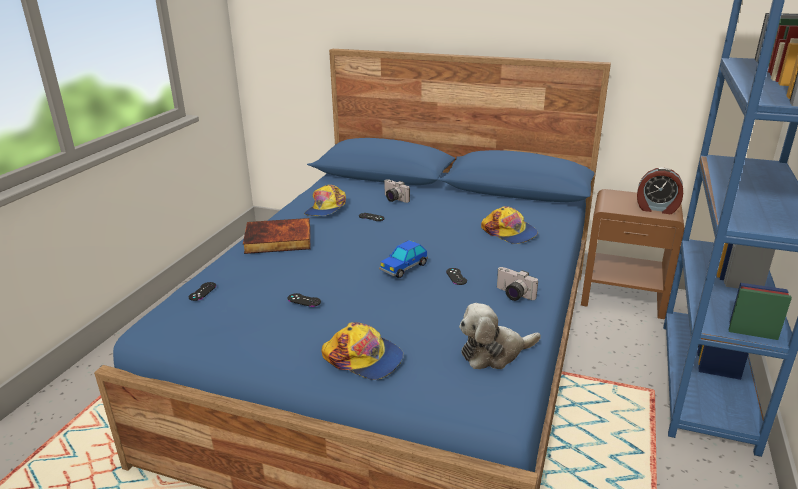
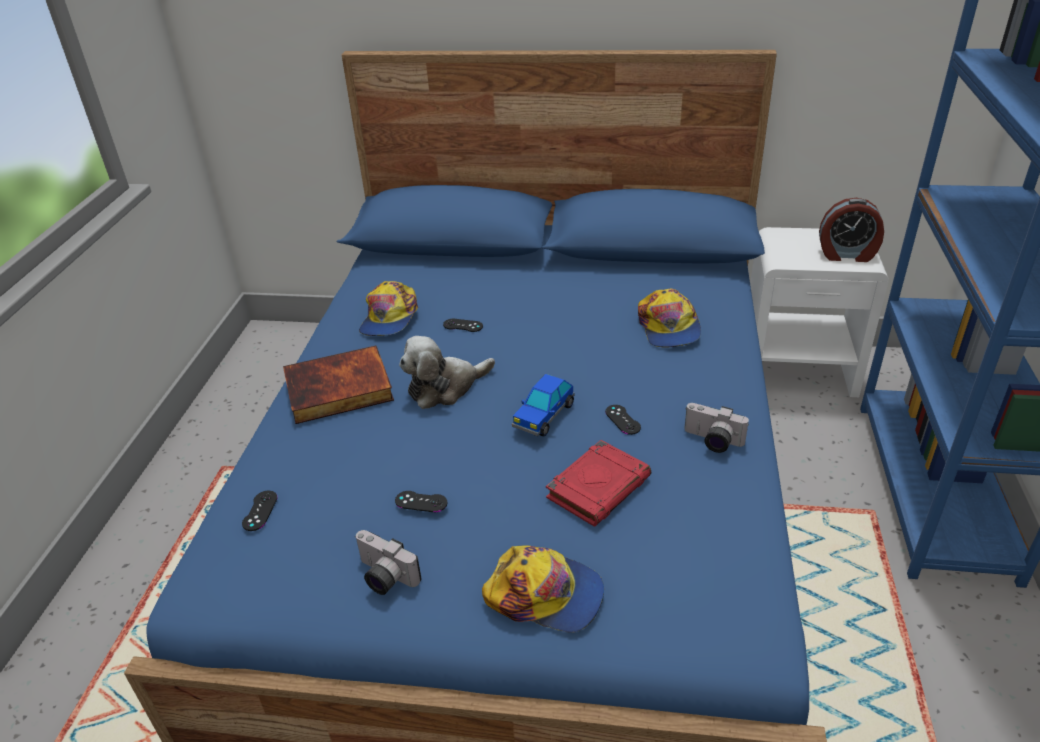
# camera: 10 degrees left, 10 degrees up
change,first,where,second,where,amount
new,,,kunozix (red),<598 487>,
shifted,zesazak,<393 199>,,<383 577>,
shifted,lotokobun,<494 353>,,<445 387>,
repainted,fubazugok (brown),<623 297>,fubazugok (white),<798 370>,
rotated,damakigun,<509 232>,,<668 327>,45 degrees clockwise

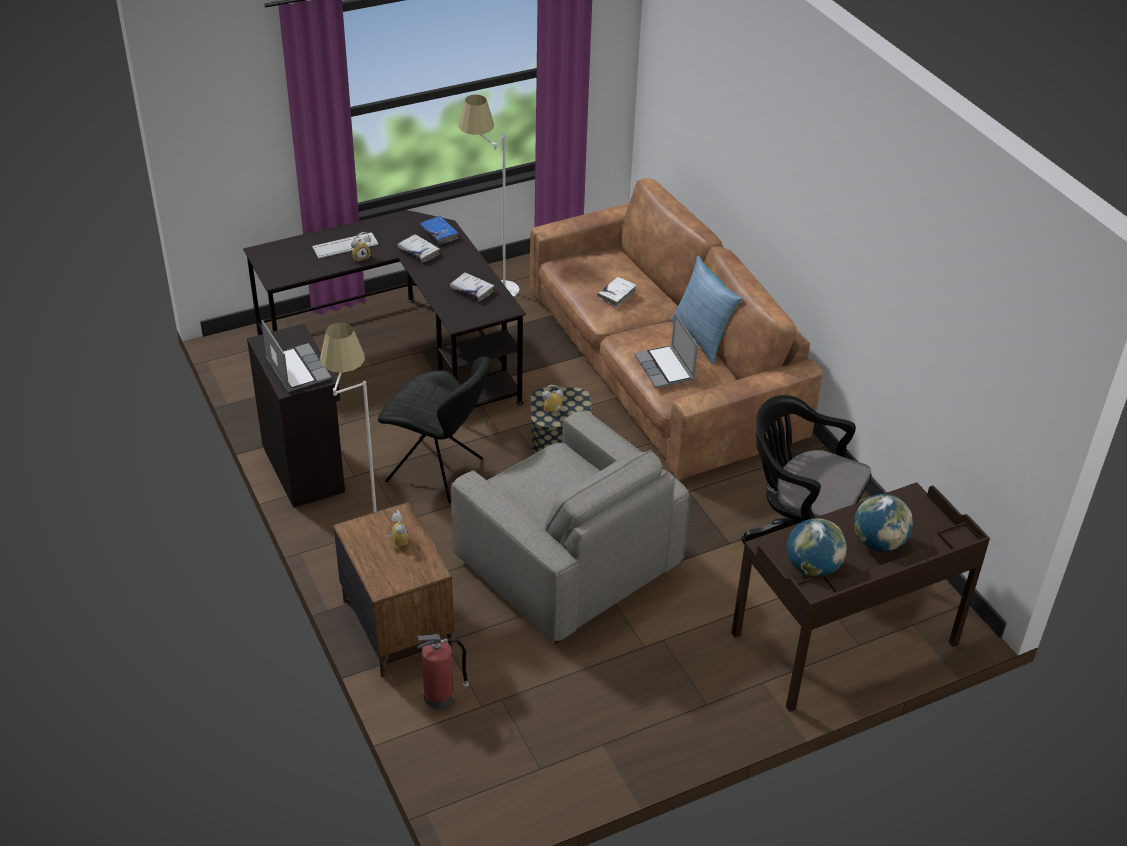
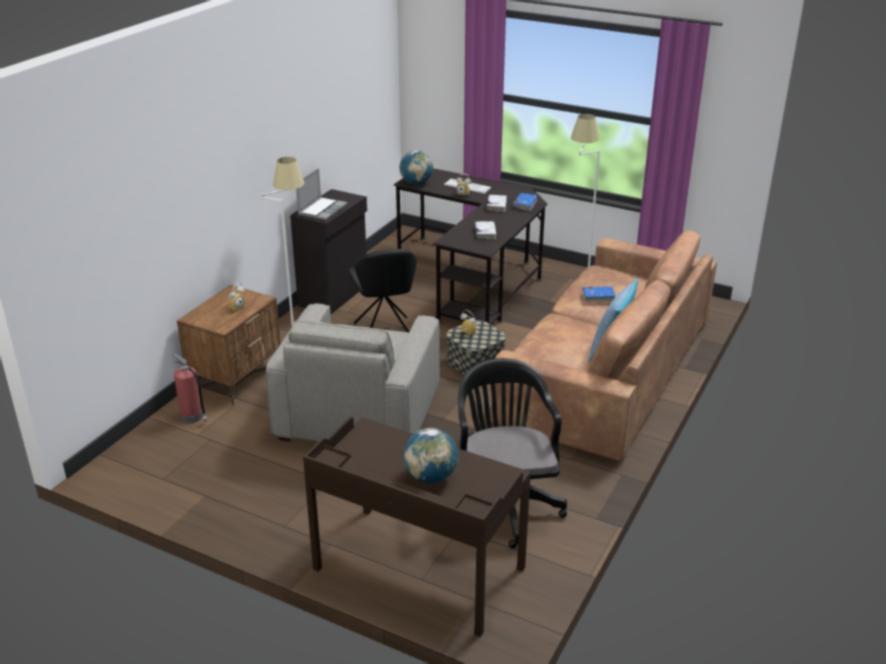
# camera: 55 degrees right, 10 degrees down
change,first,where,second,where,amount
gone,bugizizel,<665 368>,,,
shifted,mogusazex,<812 568>,,<416 183>,
repainted,kunozix (white),<617 295>,kunozix (blue),<598 297>,

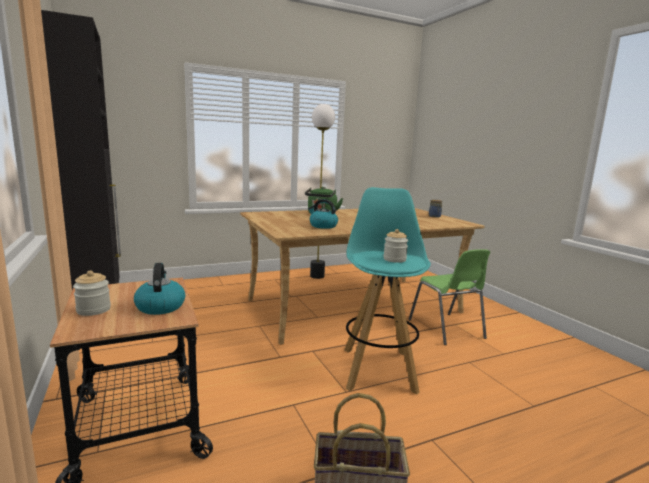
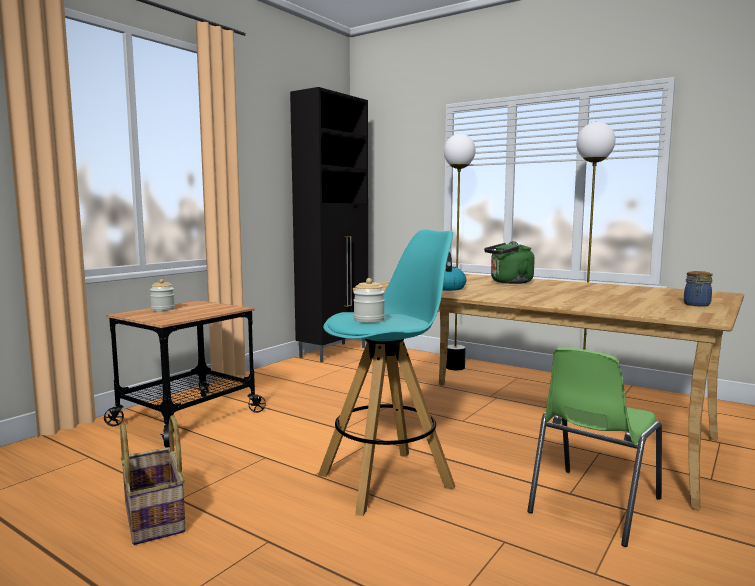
# camera: 60 degrees right, 5 degrees down
change,first,where,second,where,amount
gone,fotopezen,<160 306>,,,
new,,,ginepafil,<455 367>,

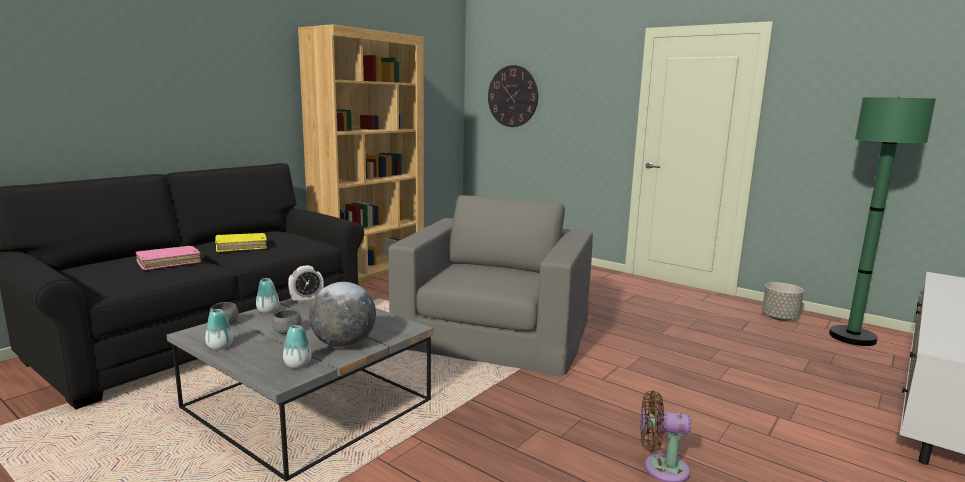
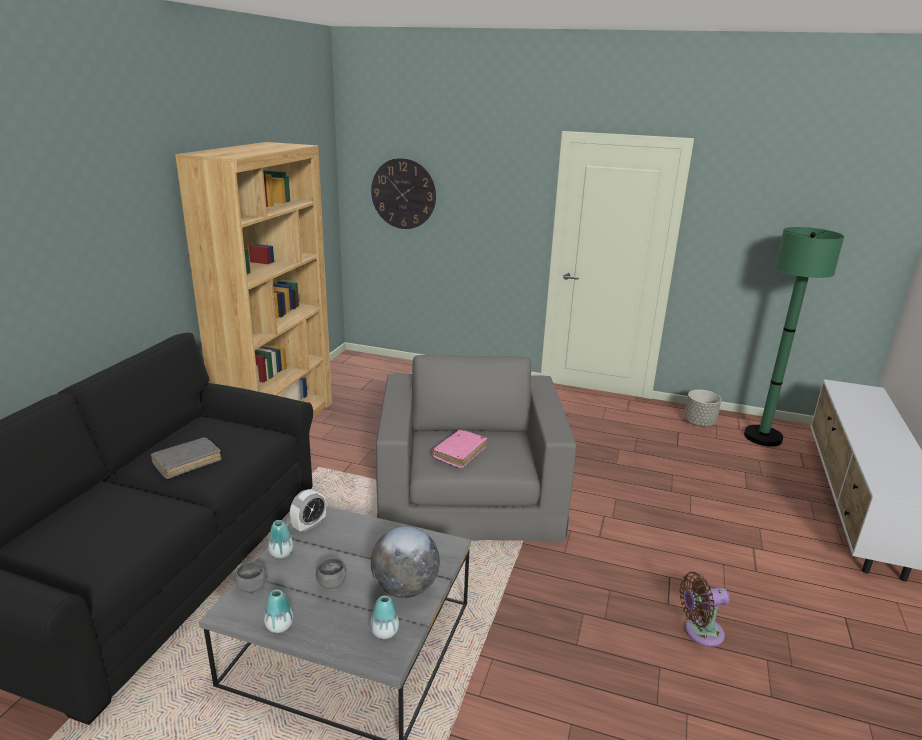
# camera: 20 degrees left, 10 degrees up
change,first,where,second,where,amount
shifted,kunozix (pink),<169 263>,,<460 453>,
repainted,kunozix (yellow),<241 247>,kunozix (grey),<187 462>,

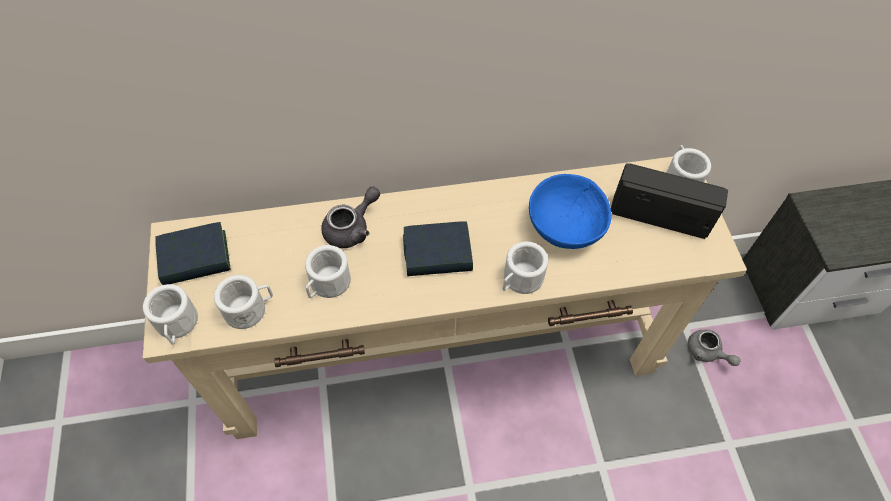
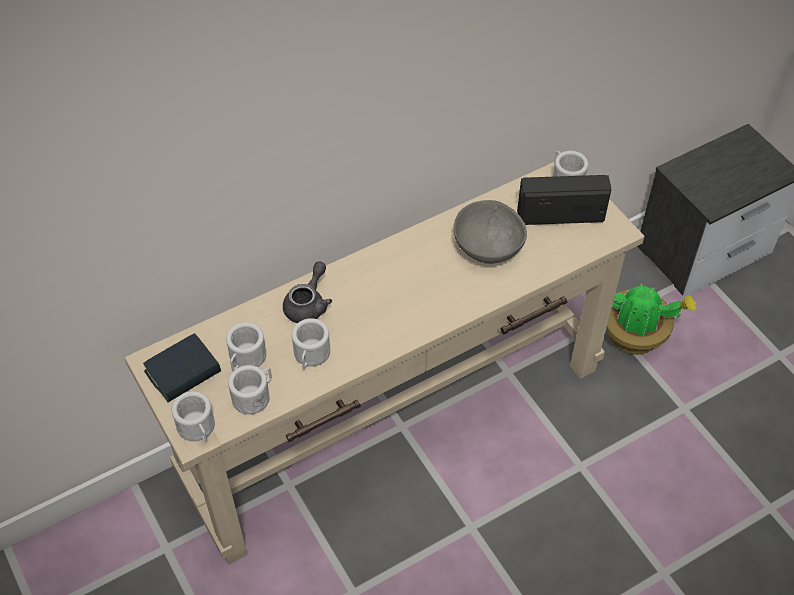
# camera: 20 degrees left, 5 degrees down
change,first,where,second,where,amount
gone,kunozix,<437 254>,,,
shifted,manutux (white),<519 280>,,<245 359>,
swapped,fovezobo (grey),<707 353>,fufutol,<636 337>,
repainted,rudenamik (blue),<564 227>,rudenamik (grey),<487 247>,

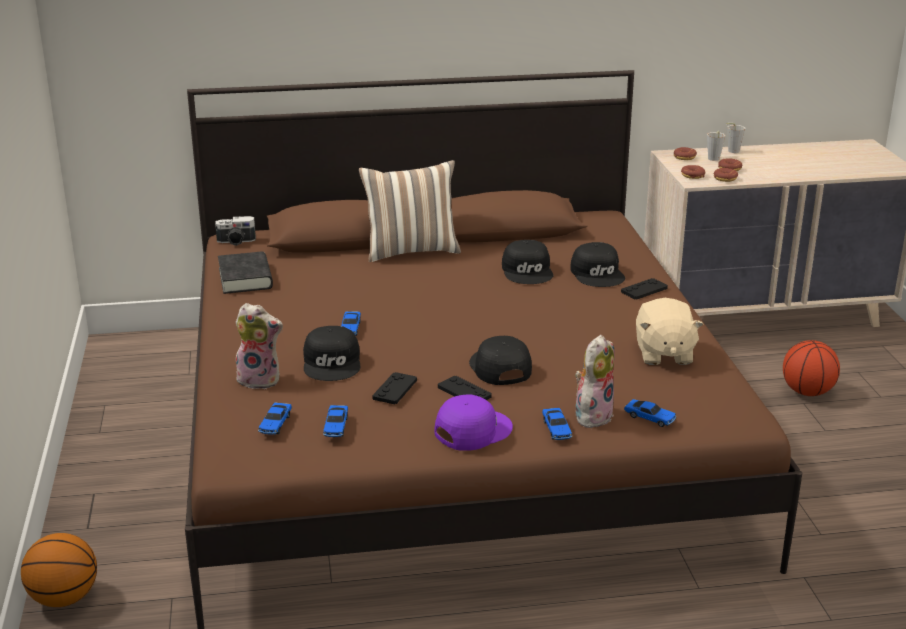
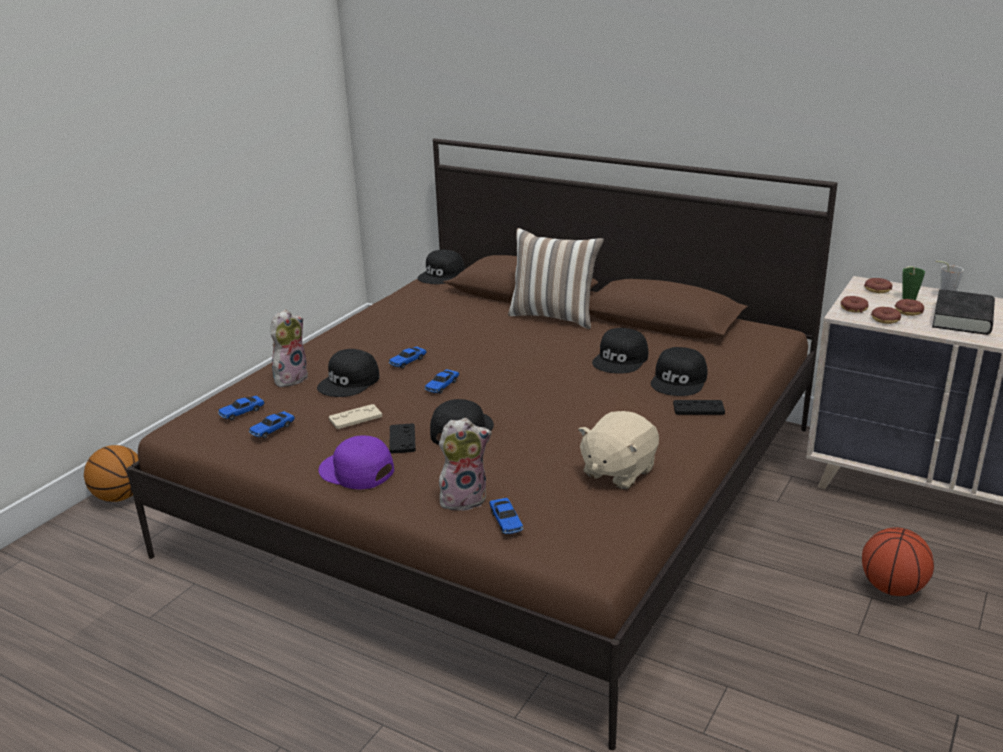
# camera: 40 degrees right, 0 degrees up
change,first,where,second,where,amount
shifted,kunozix (black),<245 278>,,<962 318>,
shifted,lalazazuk,<556 429>,,<442 386>,
swapped,zesazak,<236 242>,damakigun (black),<442 275>,
repainted,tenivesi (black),<395 389>,tenivesi (beige),<355 417>,
repainted,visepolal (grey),<713 159>,visepolal (green),<906 298>,
rotated,lotokobun,<261 379>,,<291 378>,105 degrees counterclockwise
rotated,damakigun (purple),<472 430>,,<356 471>,150 degrees counterclockwise

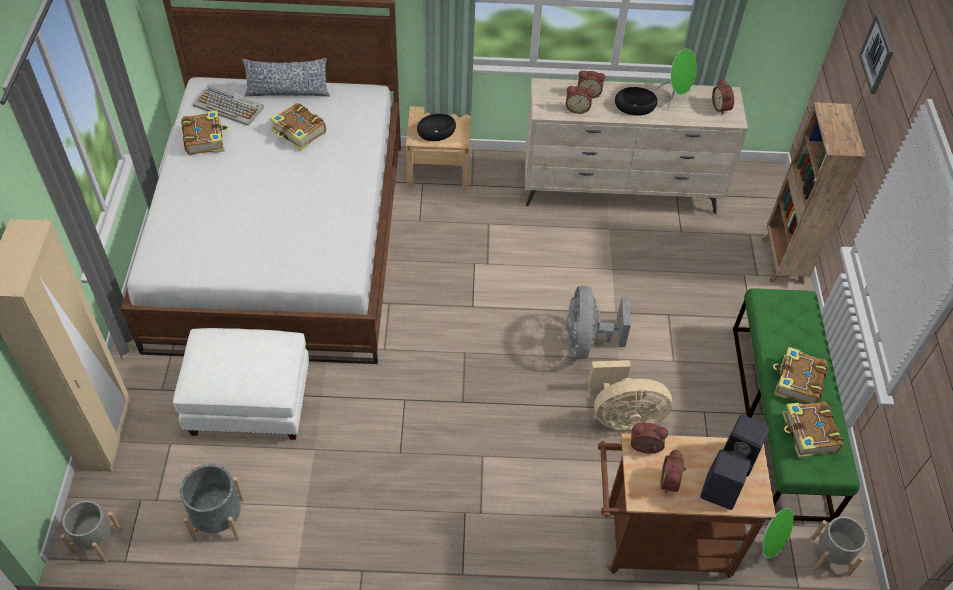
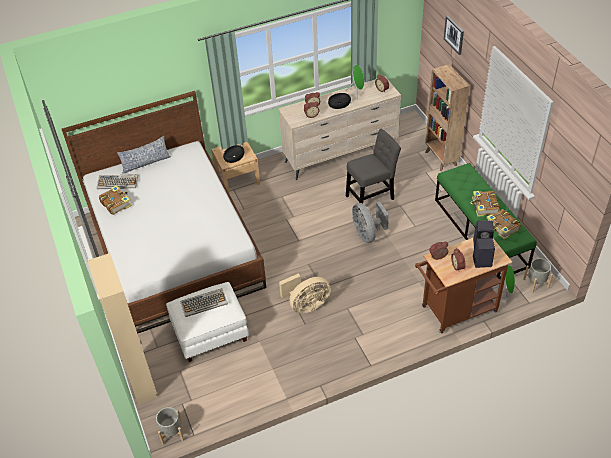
# camera: 20 degrees left, 5 degrees down
change,first,where,second,where,amount
gone,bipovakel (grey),<218 519>,,,
gone,kunozix,<299 132>,,,
new,,,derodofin,<204 303>,
new,,,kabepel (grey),<372 196>,
shifted,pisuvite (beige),<622 416>,,<306 305>,

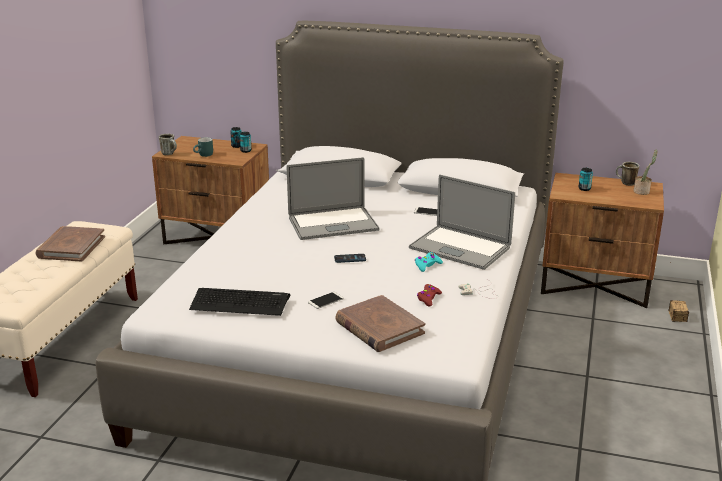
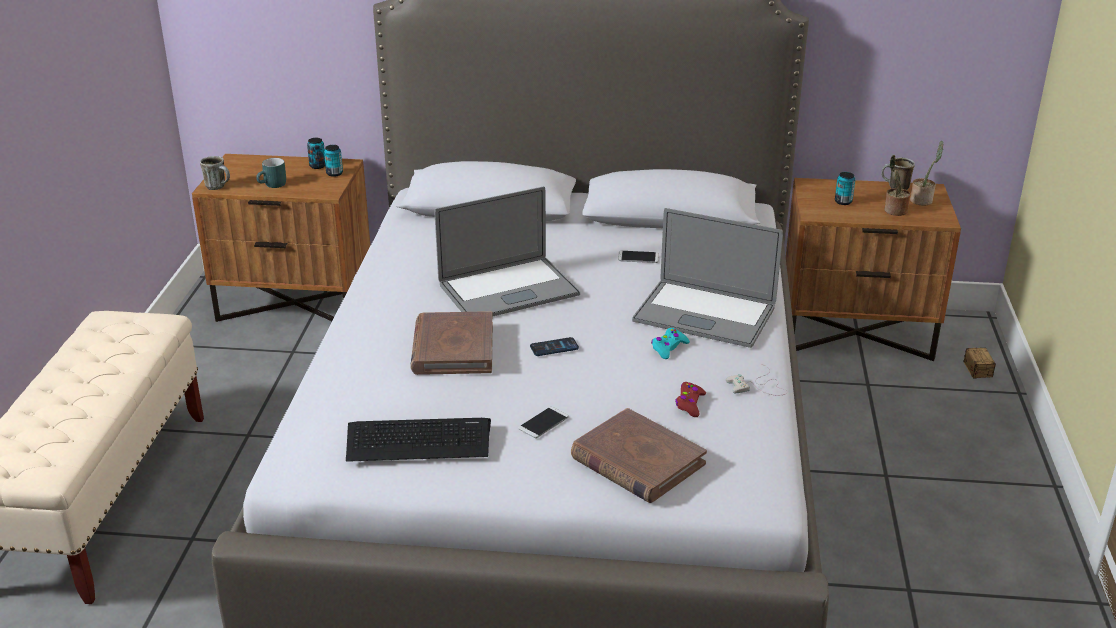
# camera: 10 degrees left, 5 degrees up
change,first,where,second,where,amount
new,,,fufutol,<894 211>,
shifted,kunozix (brown),<71 247>,,<453 348>,

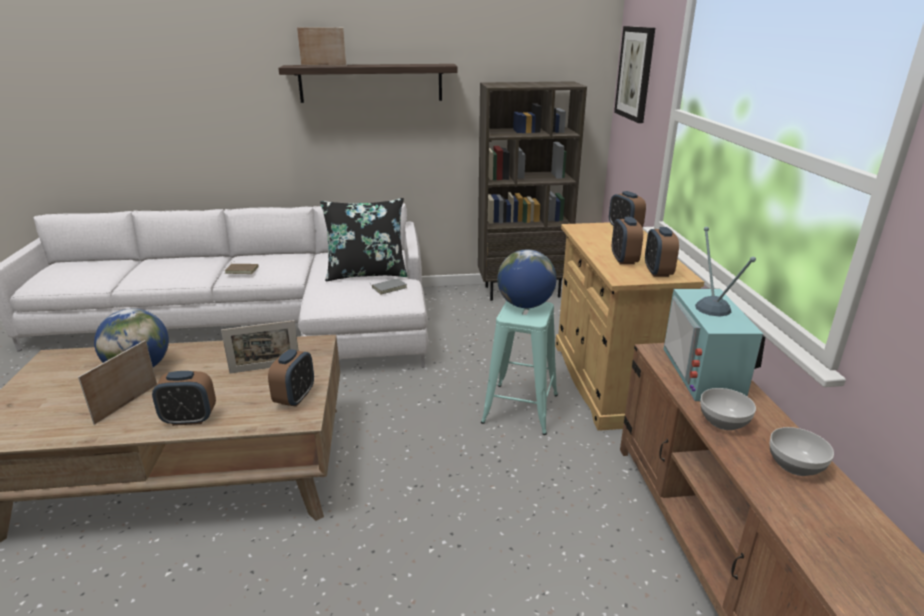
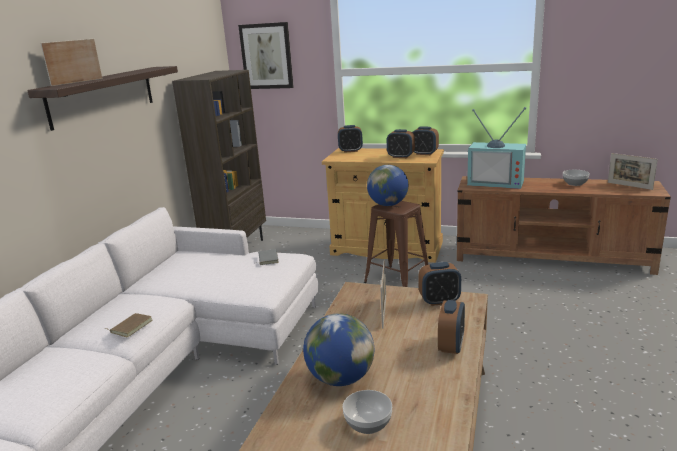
# camera: 65 degrees left, 5 degrees down
change,first,where,second,where,amount
gone,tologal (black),<367 274>,,,
shifted,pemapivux,<127 403>,,<629 186>,
shifted,rudenamik,<724 421>,,<369 423>,
repainted,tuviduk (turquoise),<520 408>,tuviduk (brown),<397 280>,
rotated,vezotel,<295 397>,,<439 301>,135 degrees clockwise

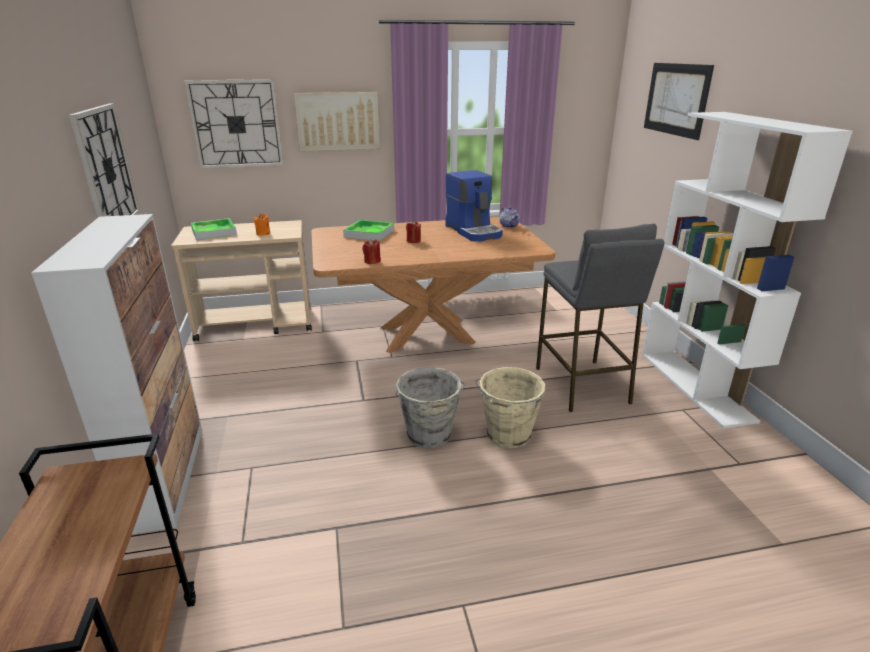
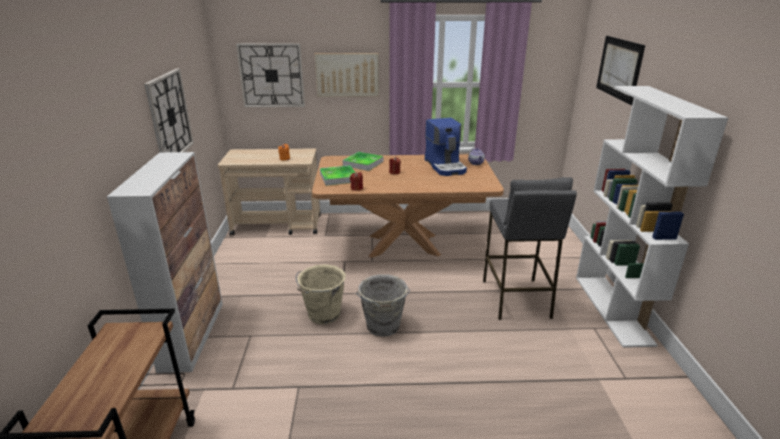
# camera: 10 degrees right, 0 degrees up
change,first,where,second,where,amount
shifted,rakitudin,<214 232>,,<338 178>,
shifted,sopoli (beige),<507 435>,,<323 315>,

